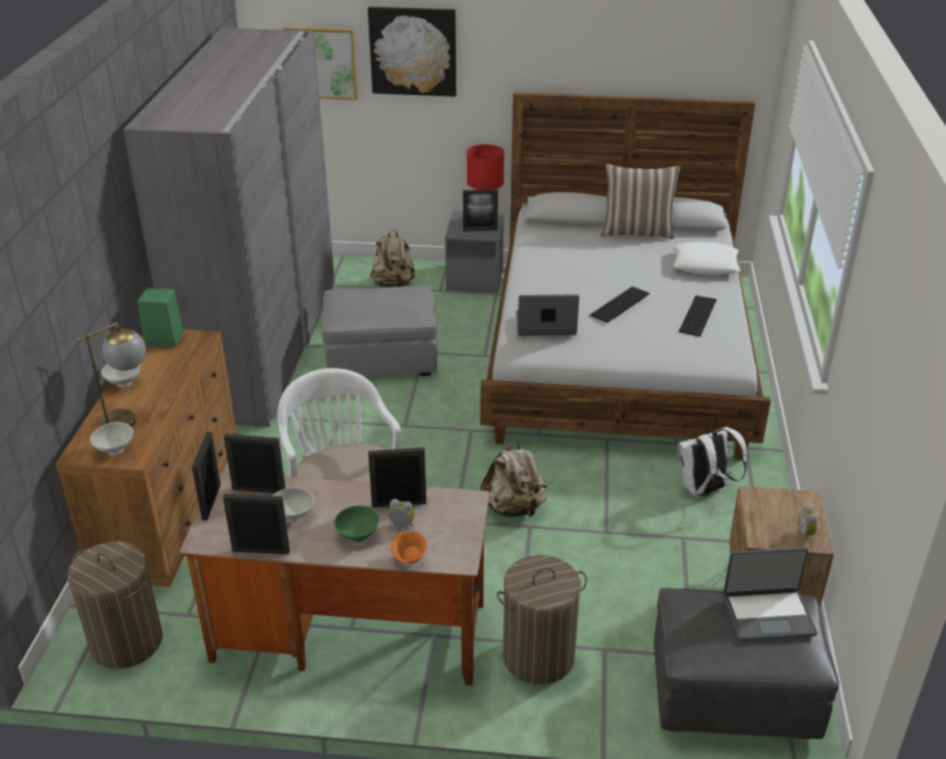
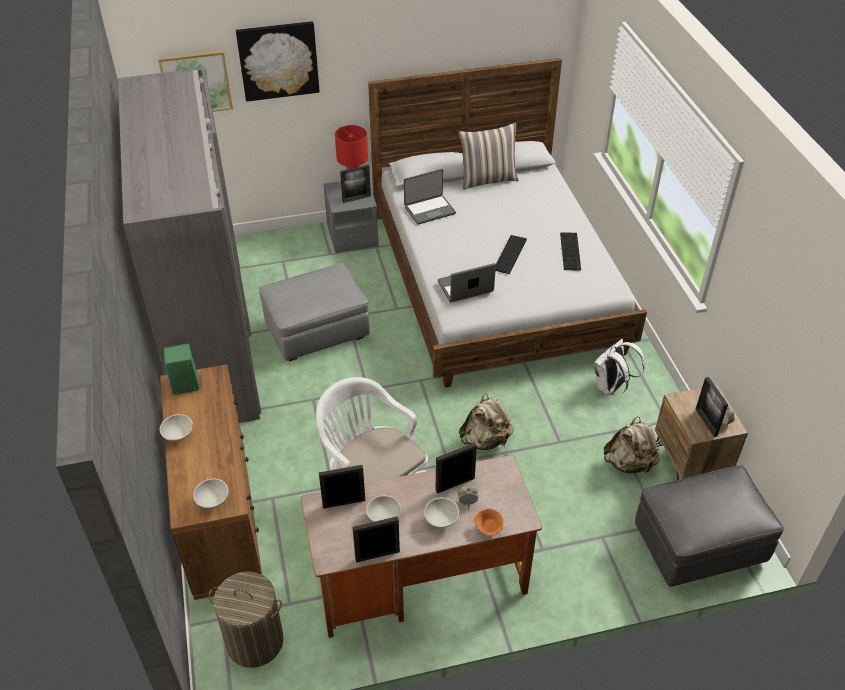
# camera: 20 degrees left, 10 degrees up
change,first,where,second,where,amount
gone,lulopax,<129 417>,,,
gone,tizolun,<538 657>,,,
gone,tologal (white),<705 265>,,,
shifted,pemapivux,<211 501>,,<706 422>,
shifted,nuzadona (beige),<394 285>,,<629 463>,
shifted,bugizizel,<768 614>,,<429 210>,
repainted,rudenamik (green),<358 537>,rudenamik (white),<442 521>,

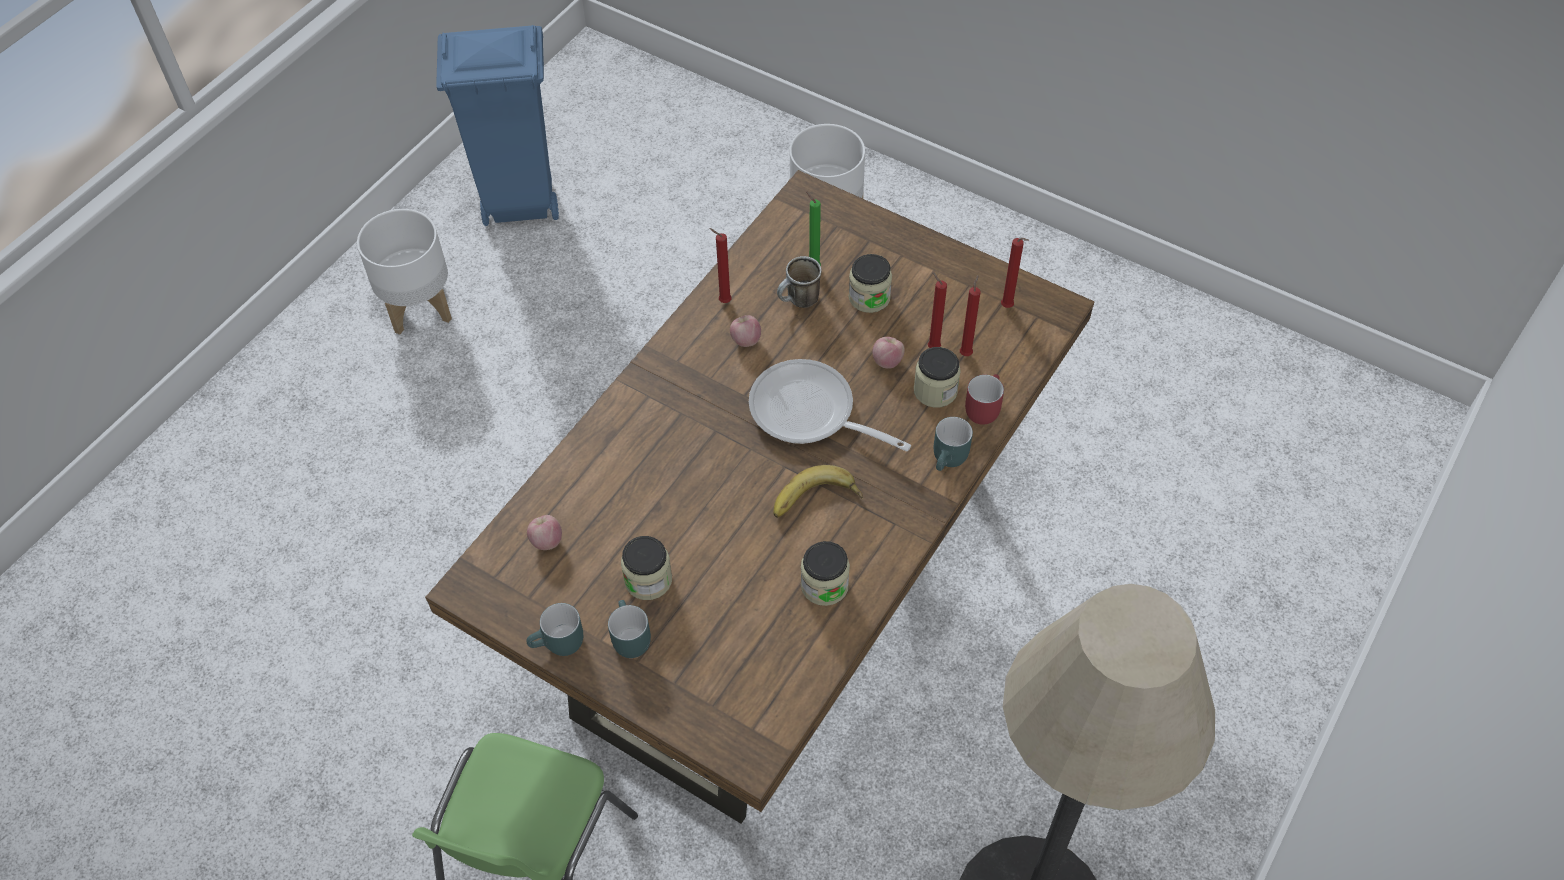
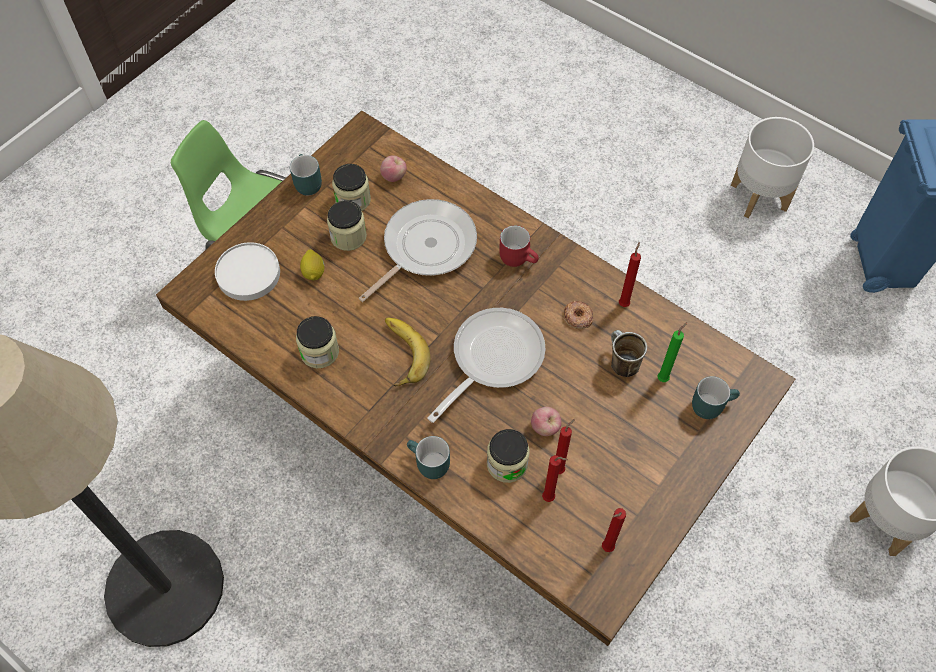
# camera: 95 degrees right, 5 degrees up
change,first,where,second,where,amount
new,,,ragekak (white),<248 273>,
new,,,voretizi,<314 272>,
new,,,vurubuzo,<425 247>,
shifted,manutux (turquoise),<627 638>,,<710 404>,
shifted,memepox,<869 297>,,<353 200>,
shifted,manutux (red),<982 407>,,<519 257>,
swapped,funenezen,<745 340>,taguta,<577 317>,

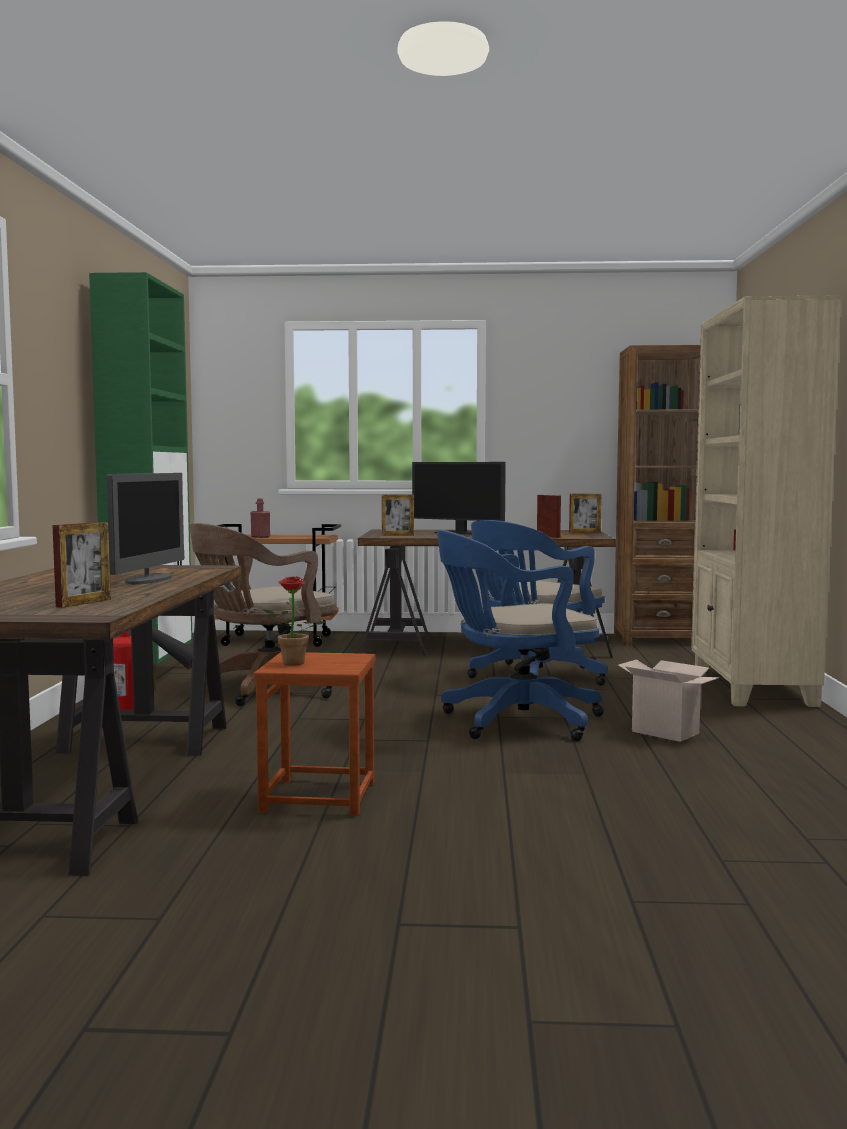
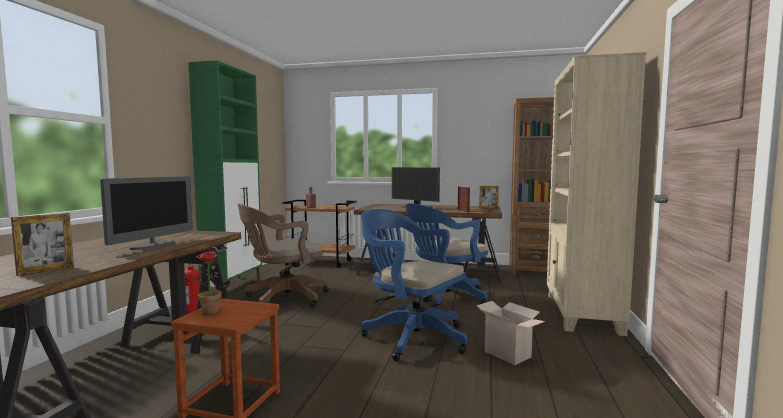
# camera: 10 degrees right, 0 degrees up
change,first,where,second,where,amount
gone,pemapivux,<397 535>,,,
rotated,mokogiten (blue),<514 722>,,<410 336>,45 degrees clockwise

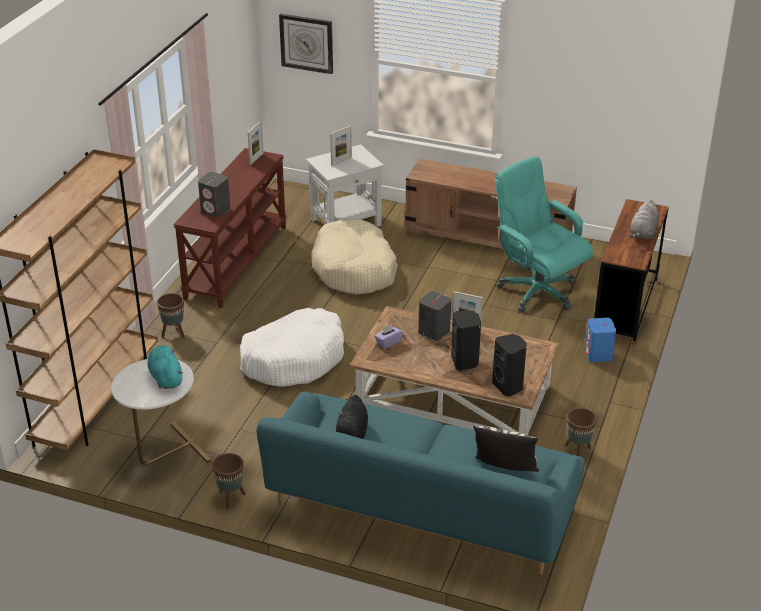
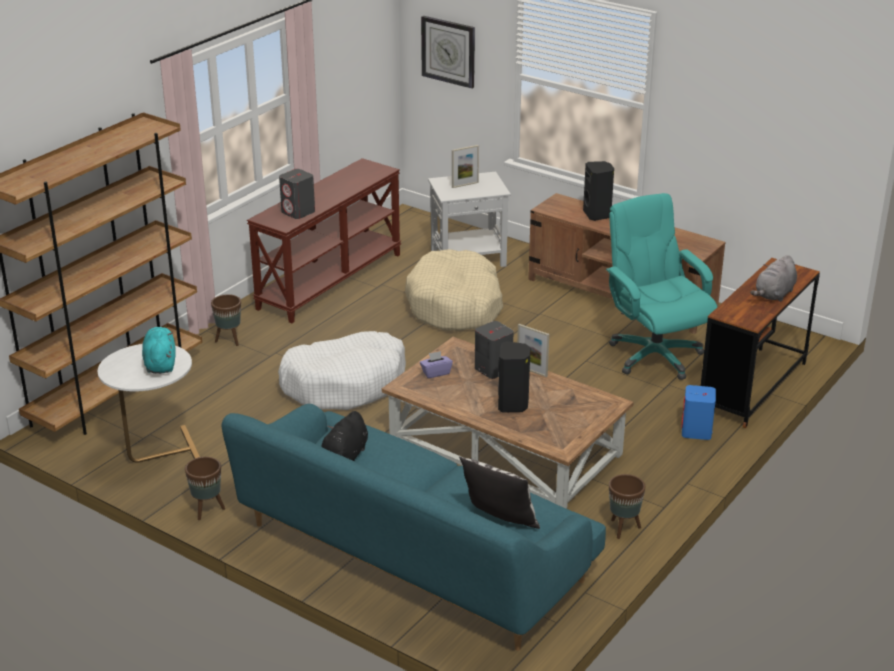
# camera: 15 degrees right, 5 degrees down
change,first,where,second,where,amount
gone,pemapivux,<256 158>,,,
shifted,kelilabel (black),<508 386>,,<597 215>,

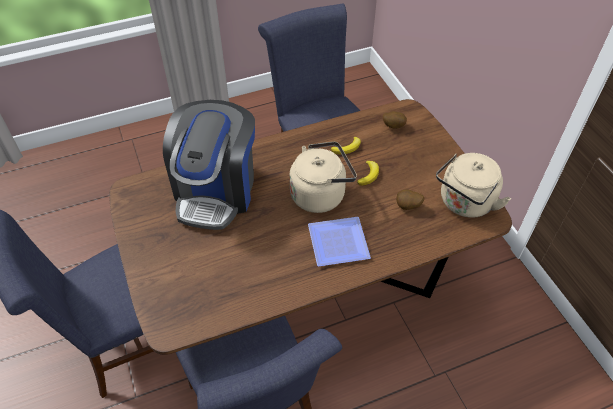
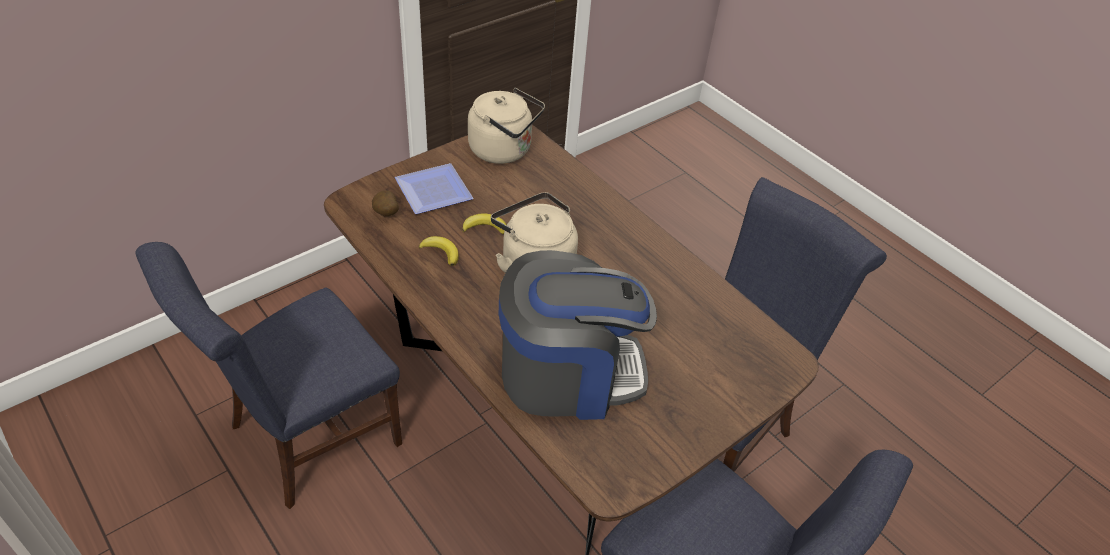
# camera: 110 degrees left, 5 degrees down
change,first,where,second,where,amount
gone,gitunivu,<408 207>,,,
shifted,ragekak,<336 242>,,<432 193>,

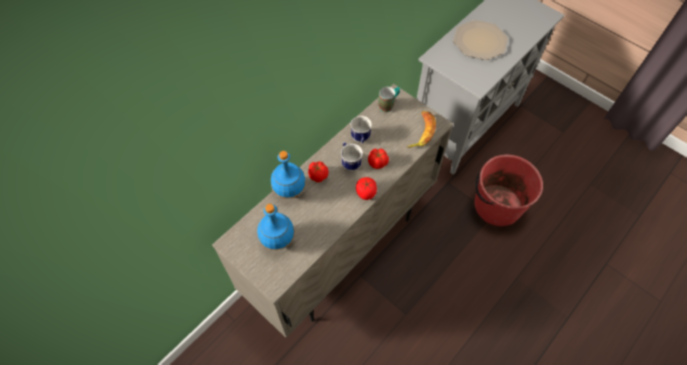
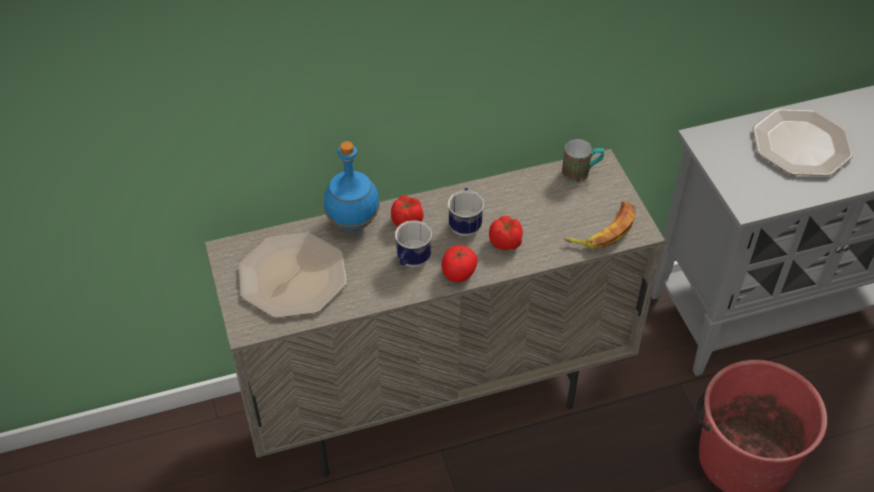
# camera: 30 degrees right, 10 degrees down
change,first,where,second,where,amount
shifted,manutux,<360 139>,,<411 262>,
swapped,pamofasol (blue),<277 240>,ragekak,<291 276>,

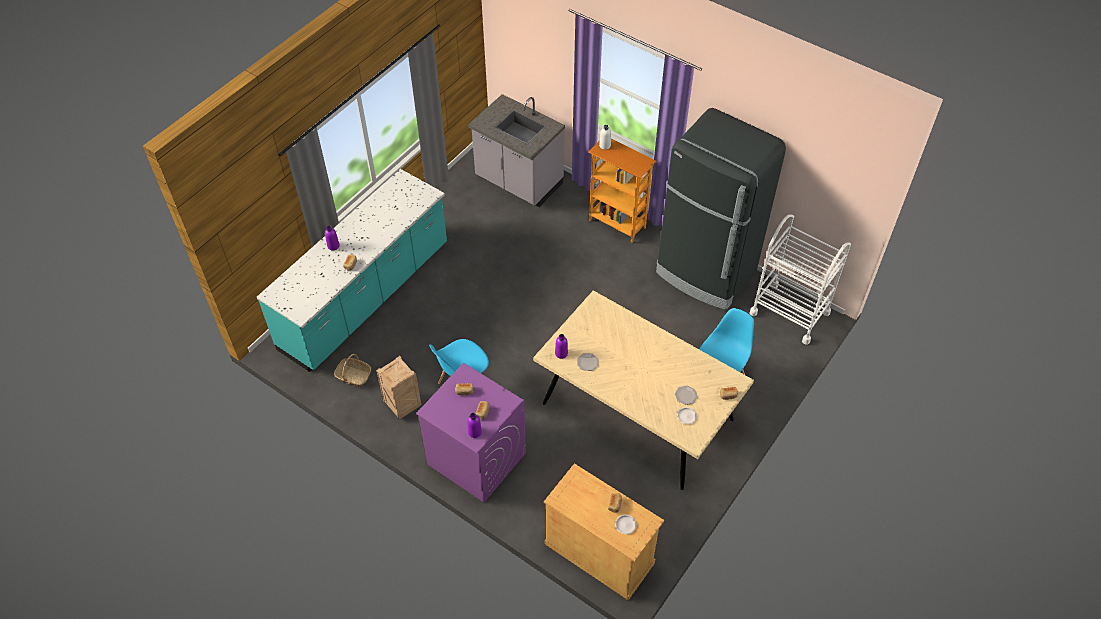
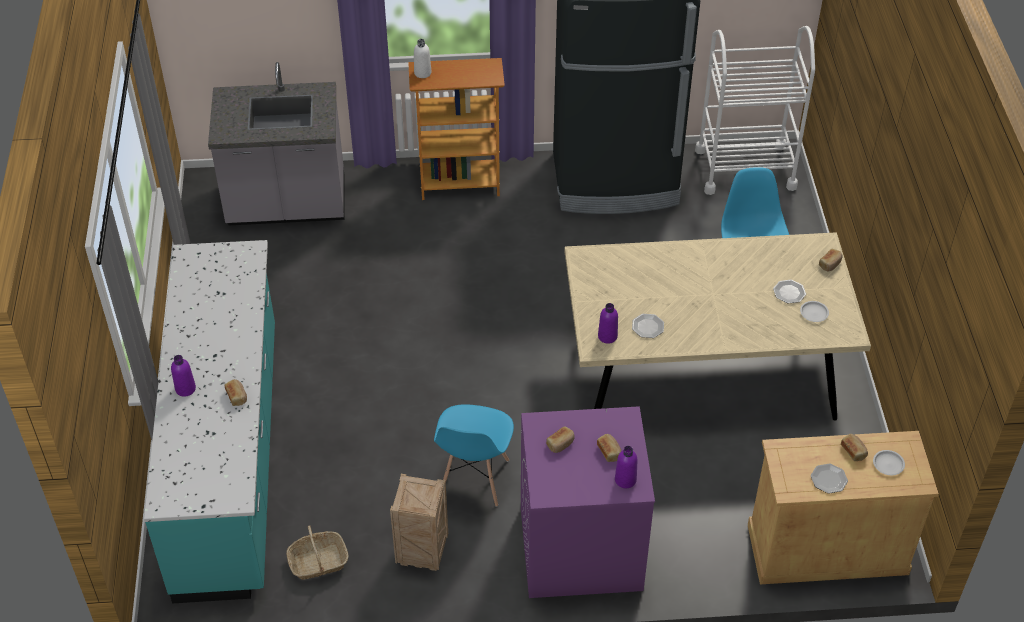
# camera: 40 degrees left, 5 degrees down
change,first,where,second,where,amount
new,,,ragekak,<829 479>,

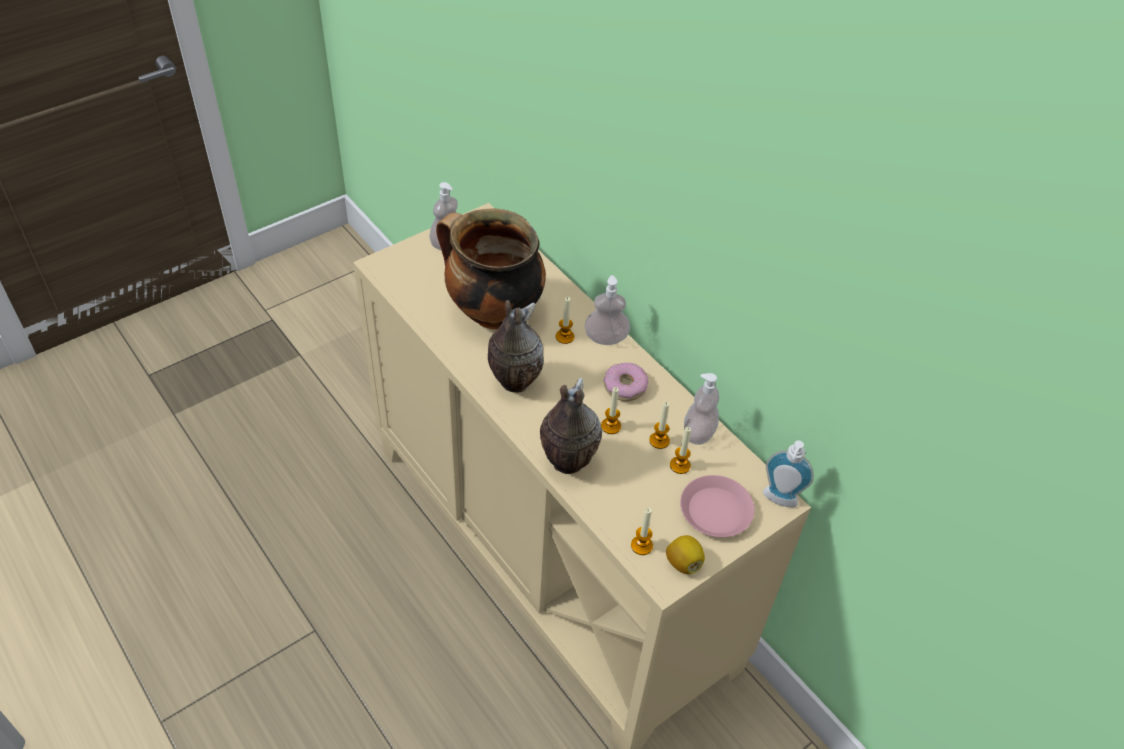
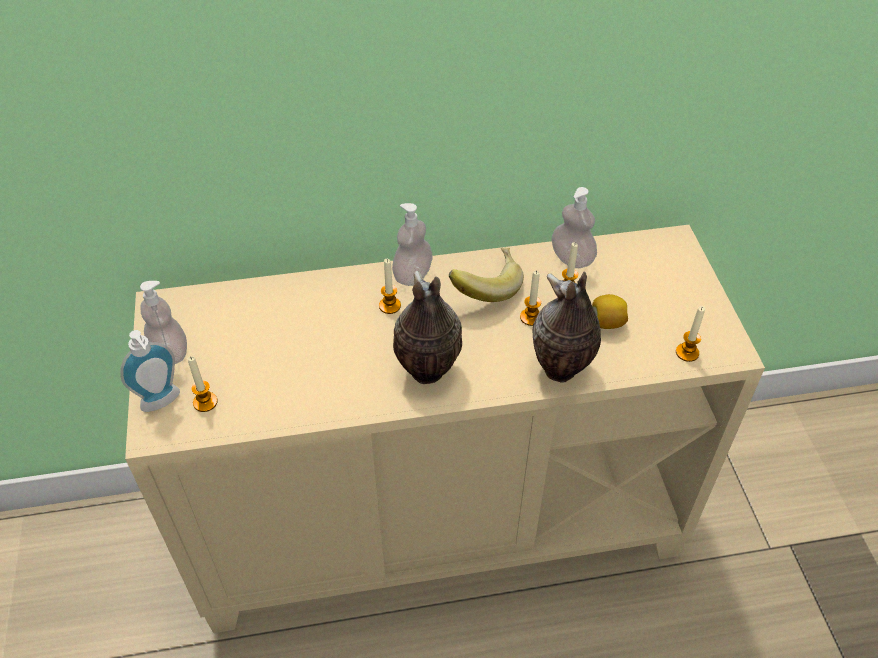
# camera: 60 degrees left, 0 degrees up
change,first,where,second,where,amount
gone,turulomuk,<492 312>,,,
gone,ragekak (pink),<716 510>,,,
shifted,voretizi,<683 563>,,<607 323>,
shifted,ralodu,<680 465>,,<205 402>,
shifted,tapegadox,<778 501>,,<162 403>,
swapped,taguta,<625 386>,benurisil,<485 286>,

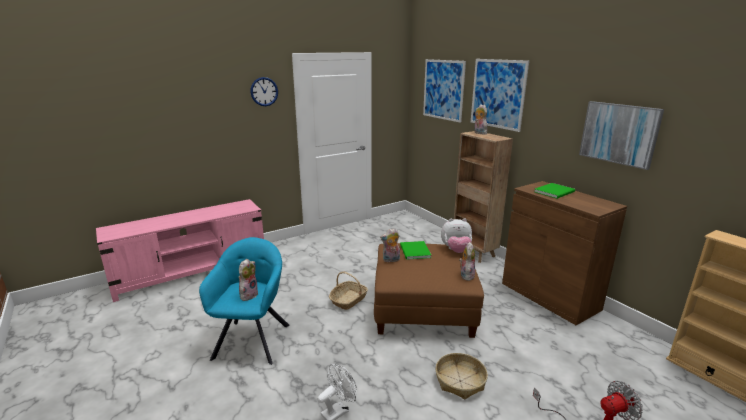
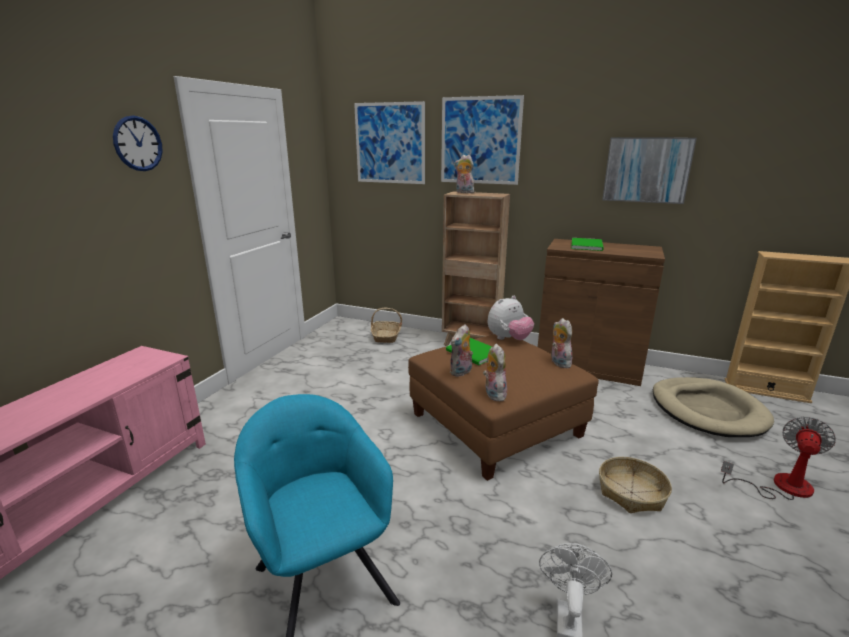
# camera: 35 degrees left, 0 degrees up
change,first,where,second,where,amount
new,,,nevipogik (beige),<707 410>,
shifted,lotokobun,<248 294>,,<493 394>,
shifted,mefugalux,<348 300>,,<386 336>,

